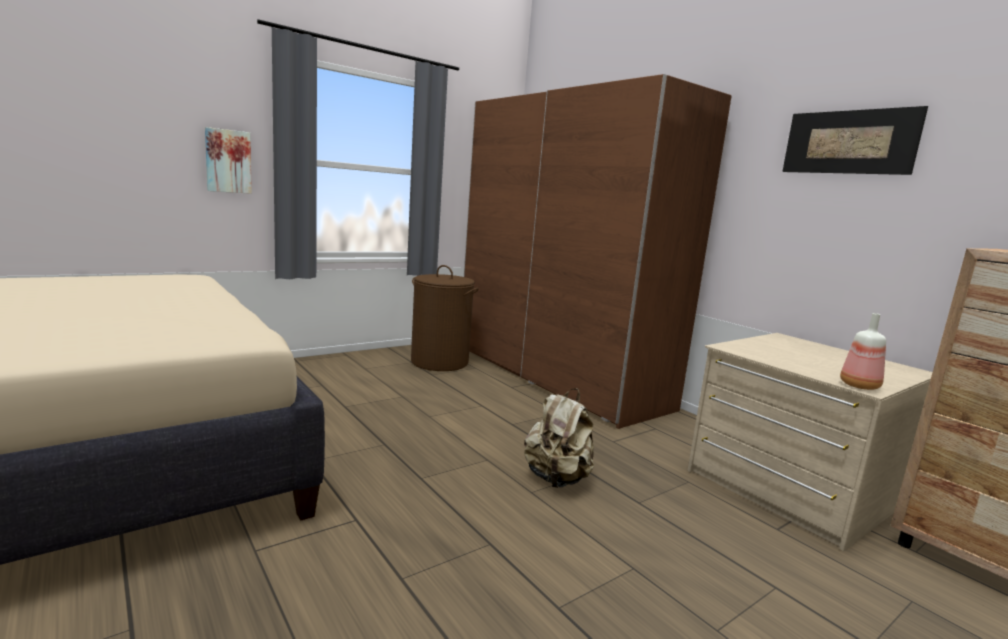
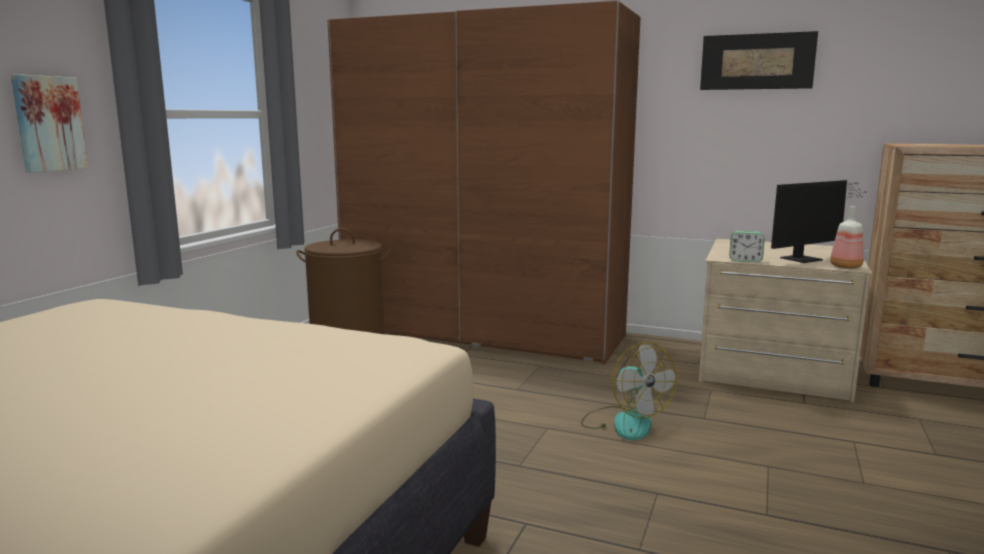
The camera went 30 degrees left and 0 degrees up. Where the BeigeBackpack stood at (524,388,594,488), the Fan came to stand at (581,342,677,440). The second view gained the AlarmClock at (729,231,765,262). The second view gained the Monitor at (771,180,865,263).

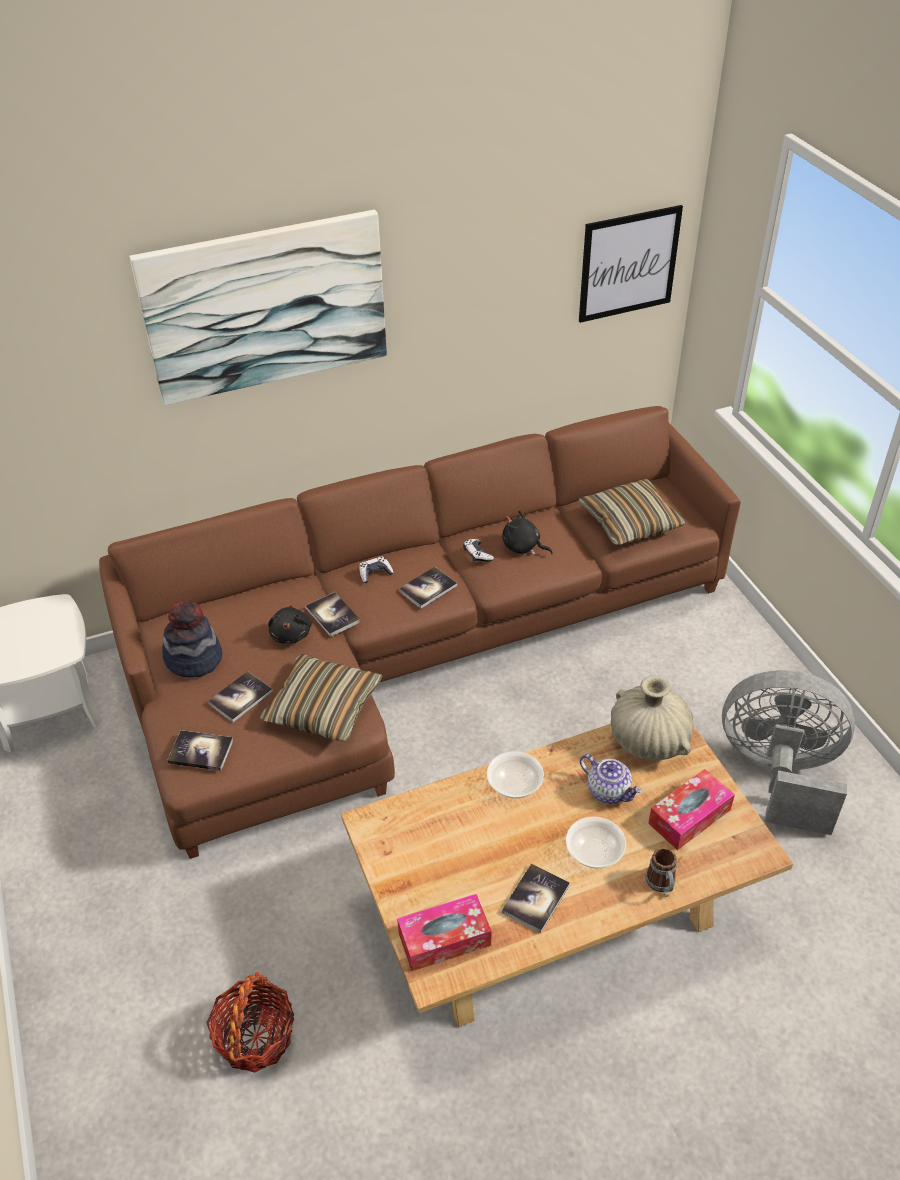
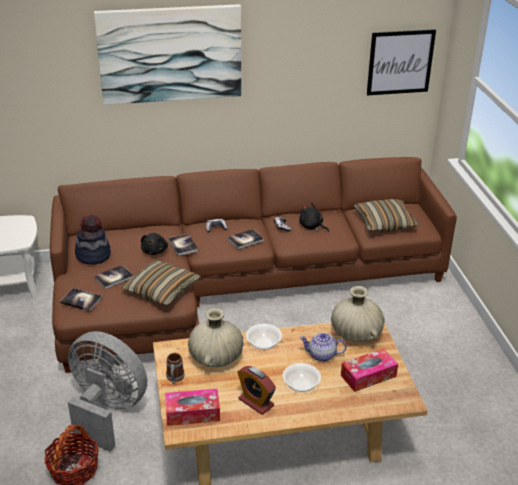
The camera went 10 degrees right and 10 degrees down. The GreyFan ended up elsewhere, having gone from (722,670,855,835) to (68,331,147,452). The Mug ended up elsewhere, having gone from (645,848,677,897) to (166,353,185,384). The second view gained the BeigeVase at (188,308,244,367). Where the Book stood at (502,863,570,934), the AlarmClock came to stand at (237,366,276,415). The Teapot at (580,754,643,804) ended up facing another way, 135 degrees clockwise from before.

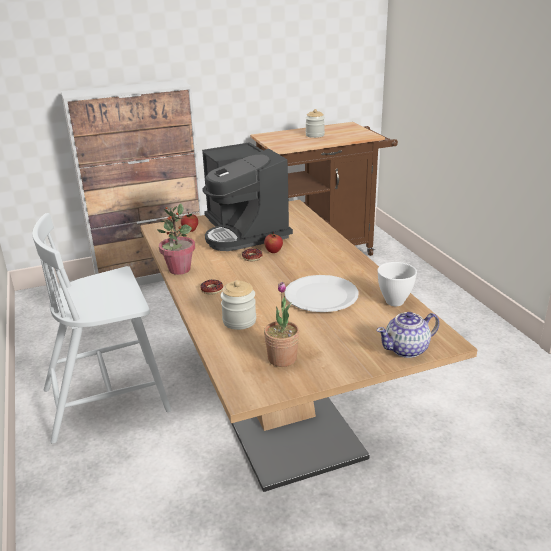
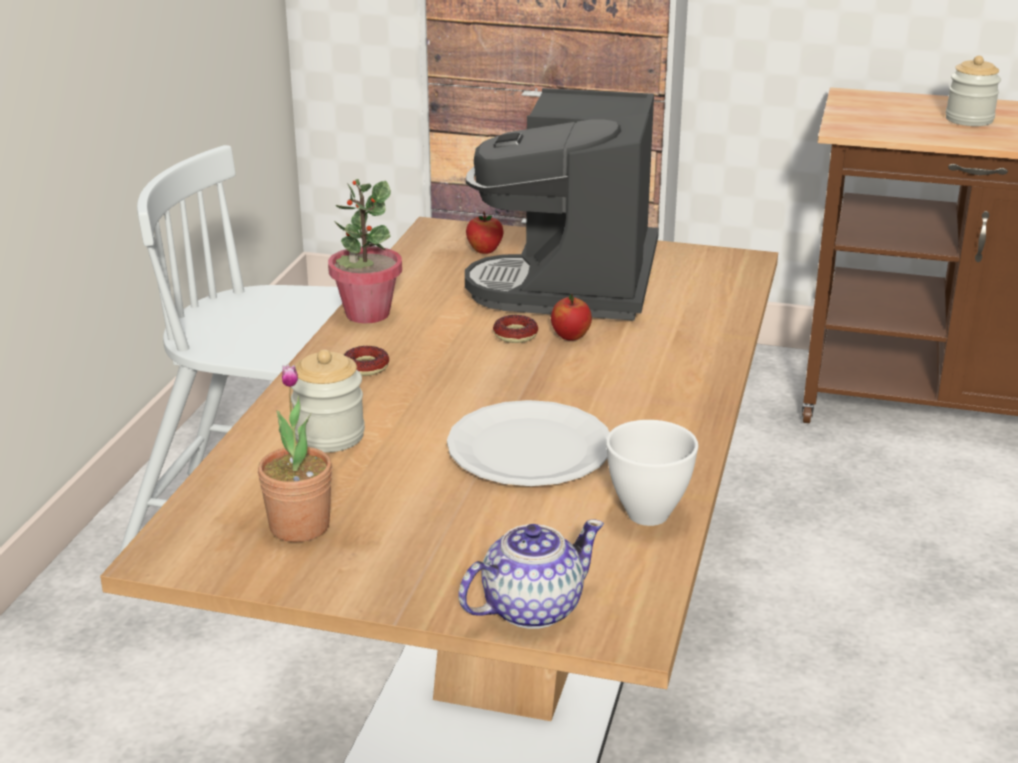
The camera went 35 degrees right and 0 degrees up. The Teapot at (377,312,439,358) ended up facing another way, 135 degrees clockwise from before.

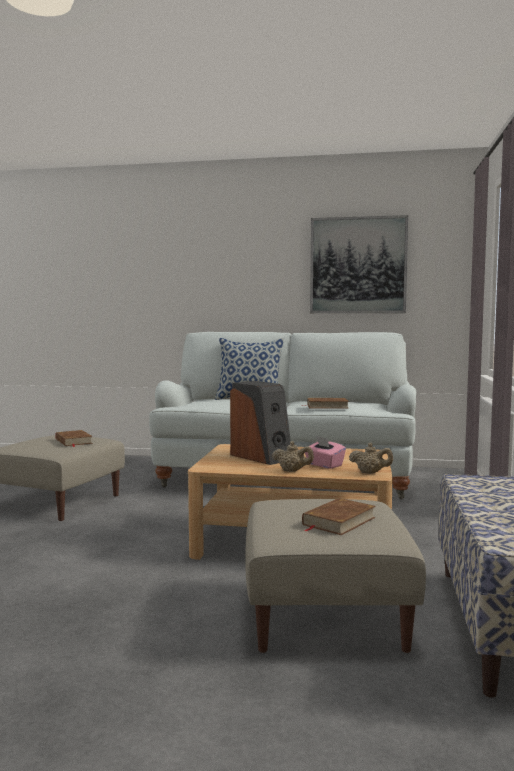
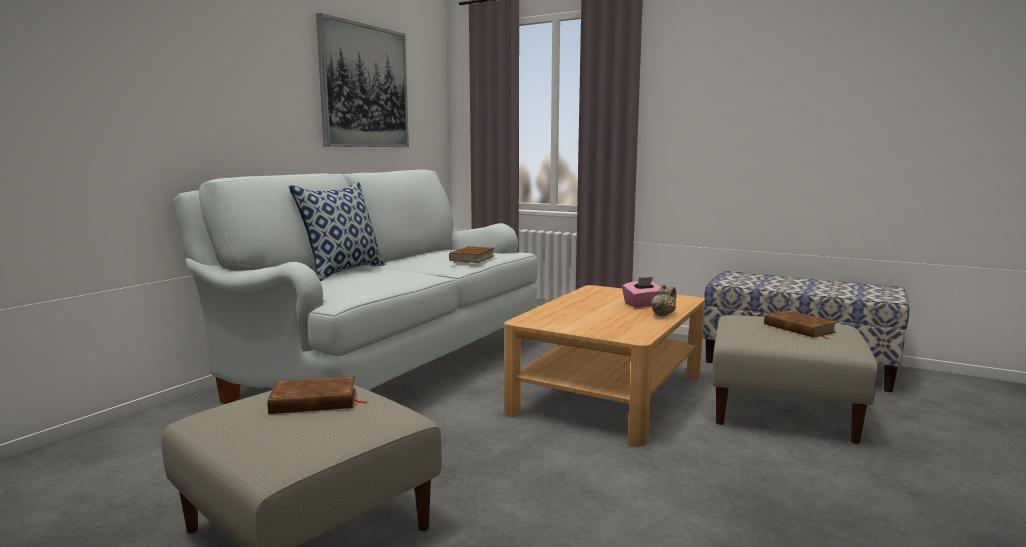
The camera went 70 degrees left and 5 degrees up. The second view lost the Speaker at (230,381,291,465). The second view lost the BeigeTeapot at (349,443,393,474).

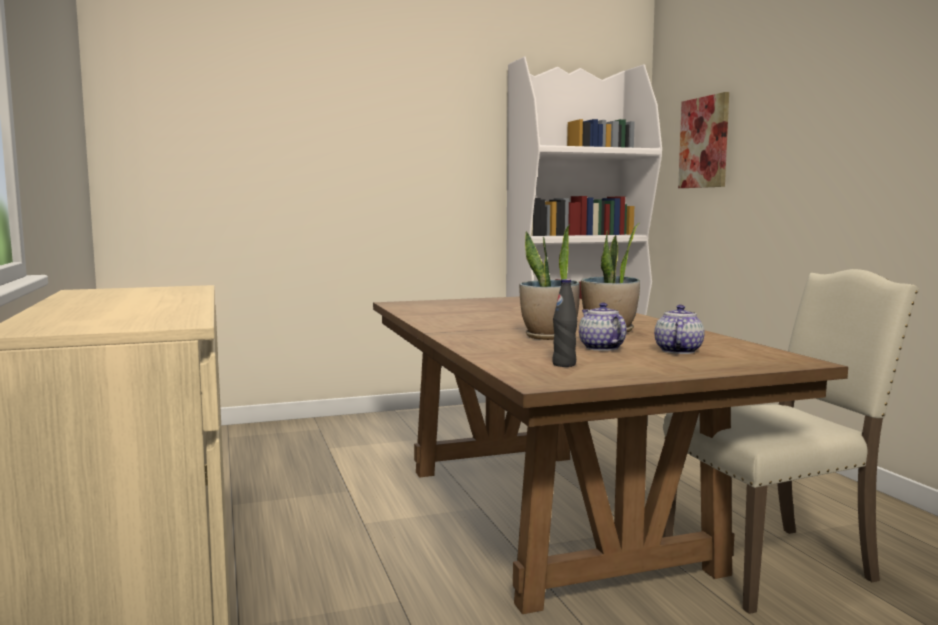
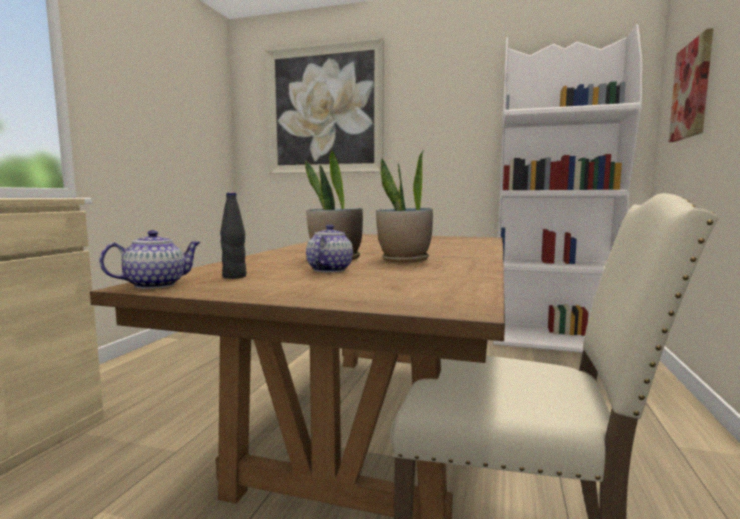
The camera went 35 degrees right and 0 degrees up. The Teapot ended up elsewhere, having gone from (654,305,705,354) to (99,230,201,289). The second view gained the Picture at (265,38,384,174).

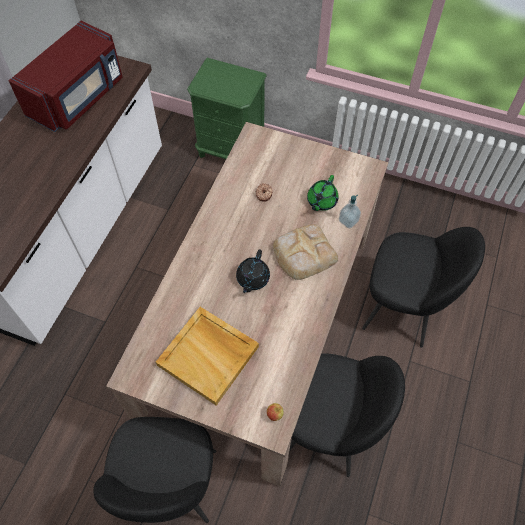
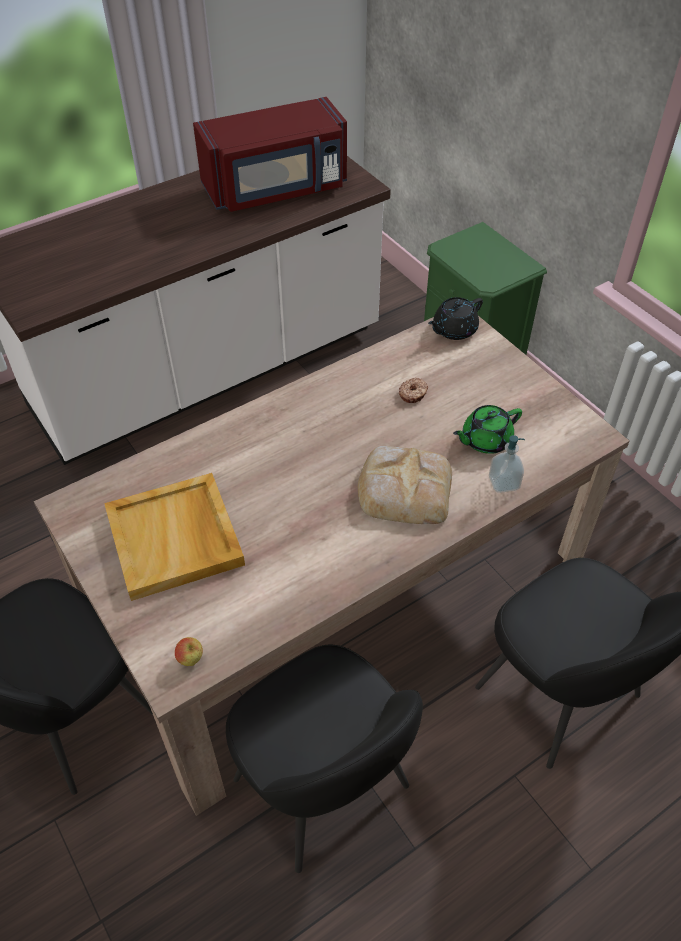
The camera went 35 degrees right and 10 degrees down. The BlackTeapot ended up elsewhere, having gone from (236,250,270,293) to (428,297,483,340).

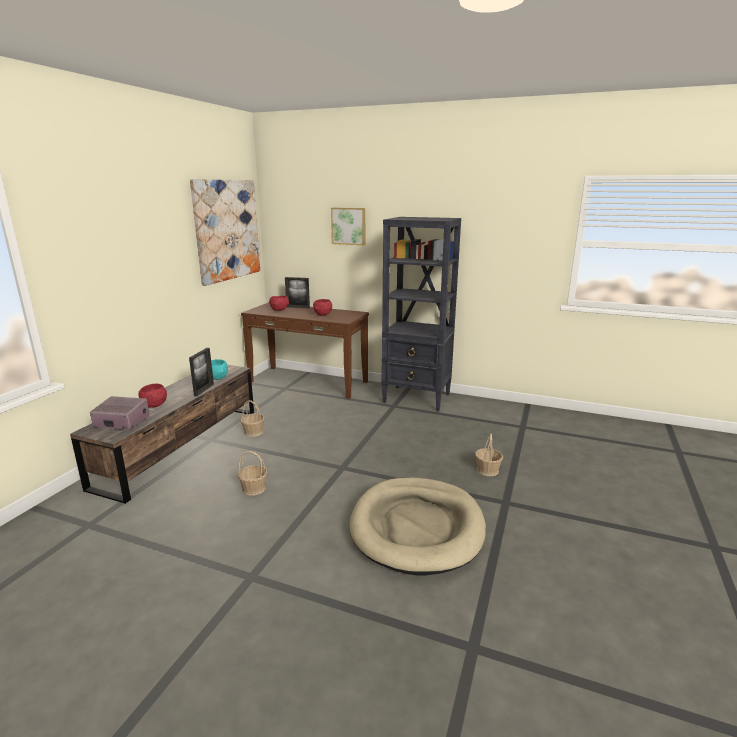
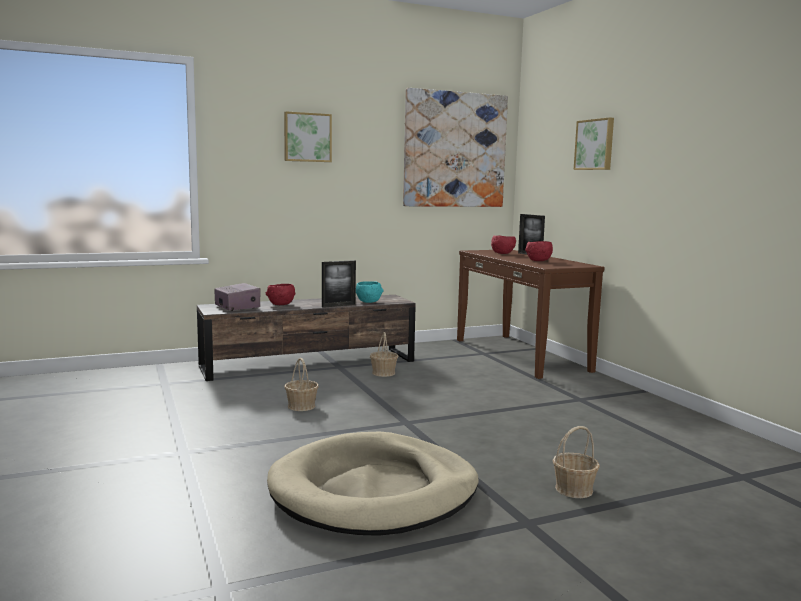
The camera went 45 degrees right and 10 degrees down. The second view gained the Picture at (284,111,332,162). The second view lost the BlackBookcase at (381,217,461,412).

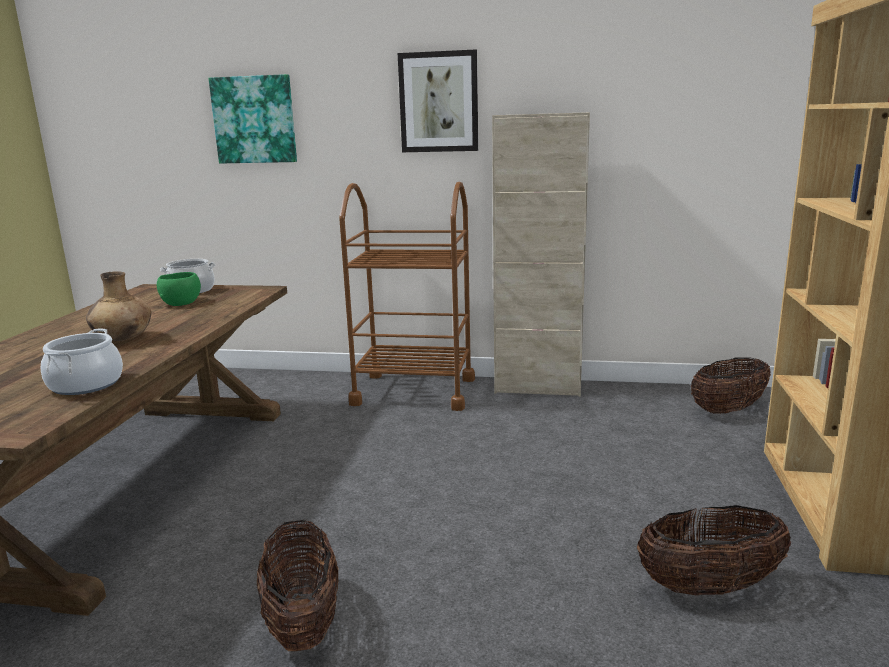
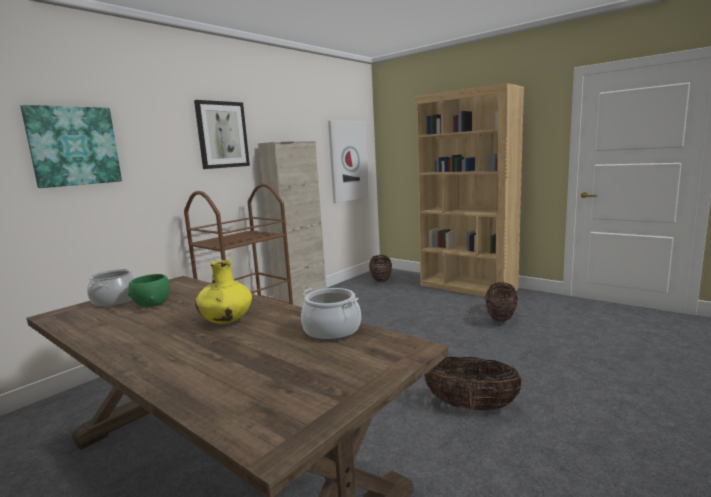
The camera went 60 degrees left and 5 degrees down. What was the BrownVase at (86,272,151,341) turned into the YellowVase at (195,260,252,324). The second view gained the Picture at (328,120,369,203).

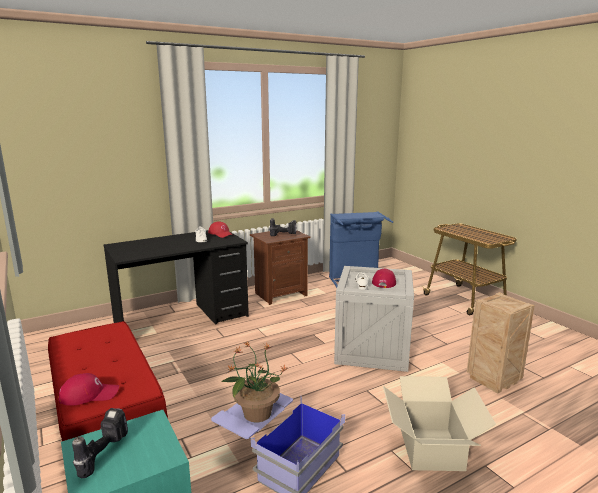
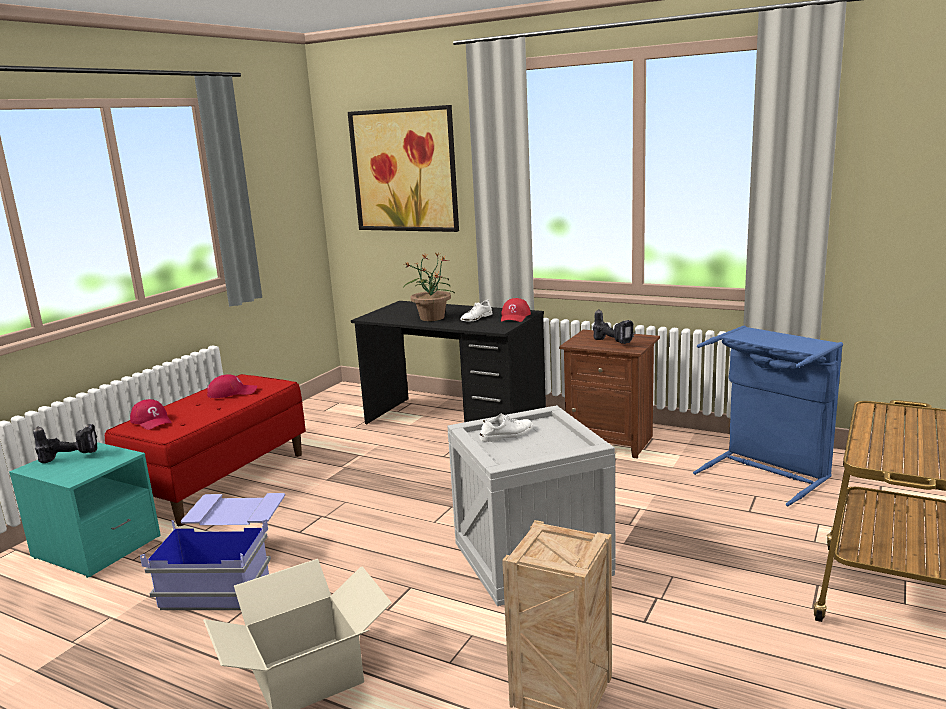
The camera went 60 degrees right and 0 degrees up. The RedCap ended up elsewhere, having gone from (372,269,396,288) to (207,374,257,398). The second view gained the Picture at (348,105,459,232). The PottedPlant ended up elsewhere, having gone from (221,341,288,422) to (403,252,455,321).

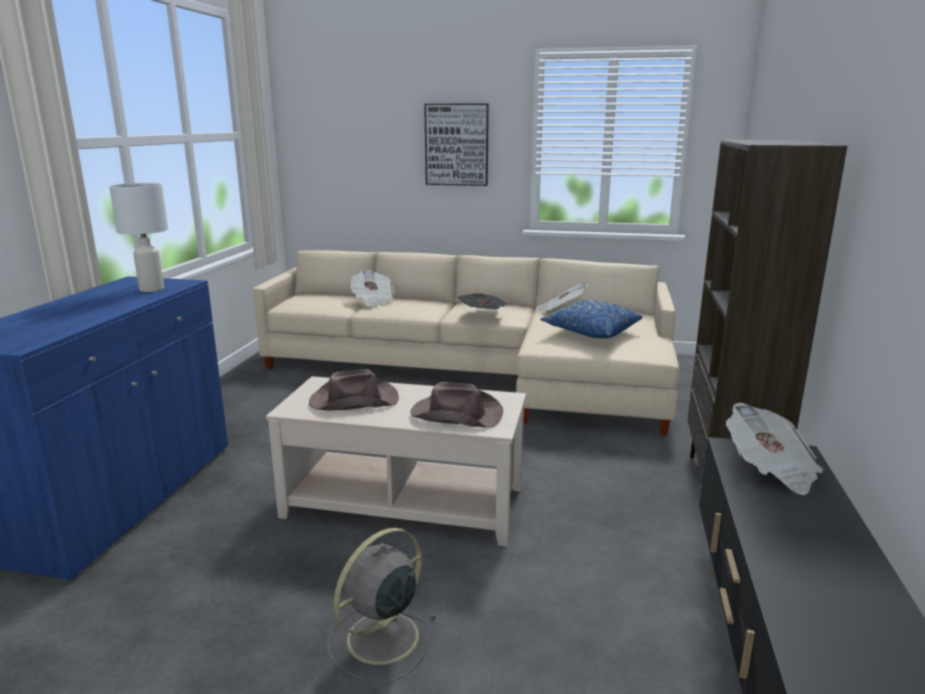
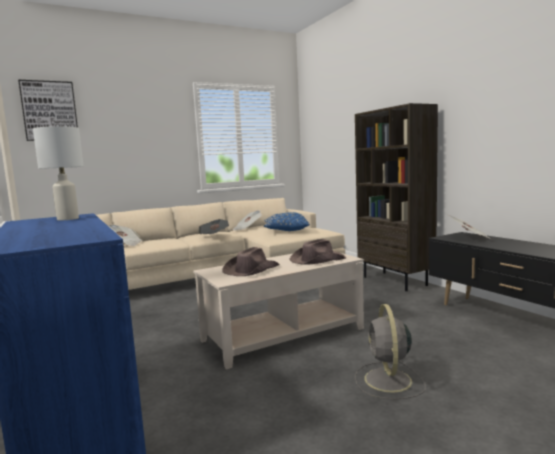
The camera went 40 degrees left and 10 degrees down. The Picture ended up elsewhere, having gone from (424,103,489,186) to (18,80,78,141).

